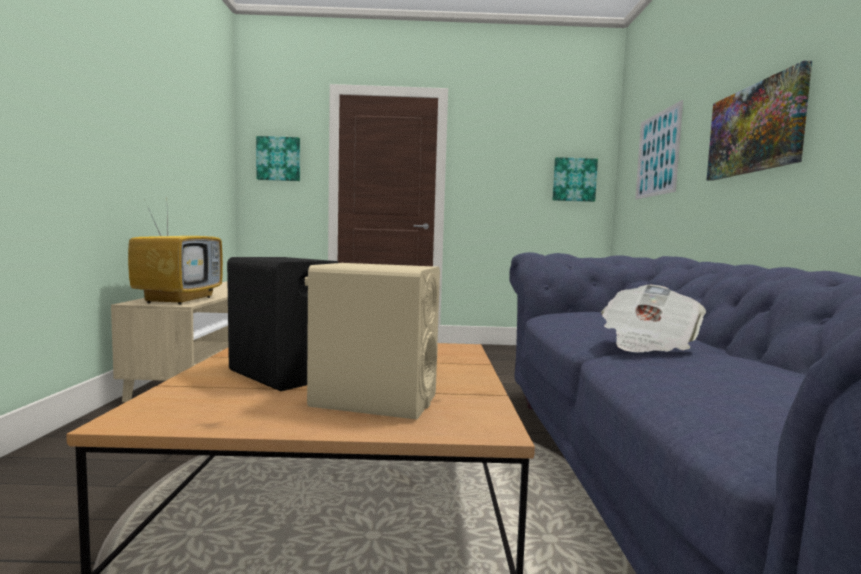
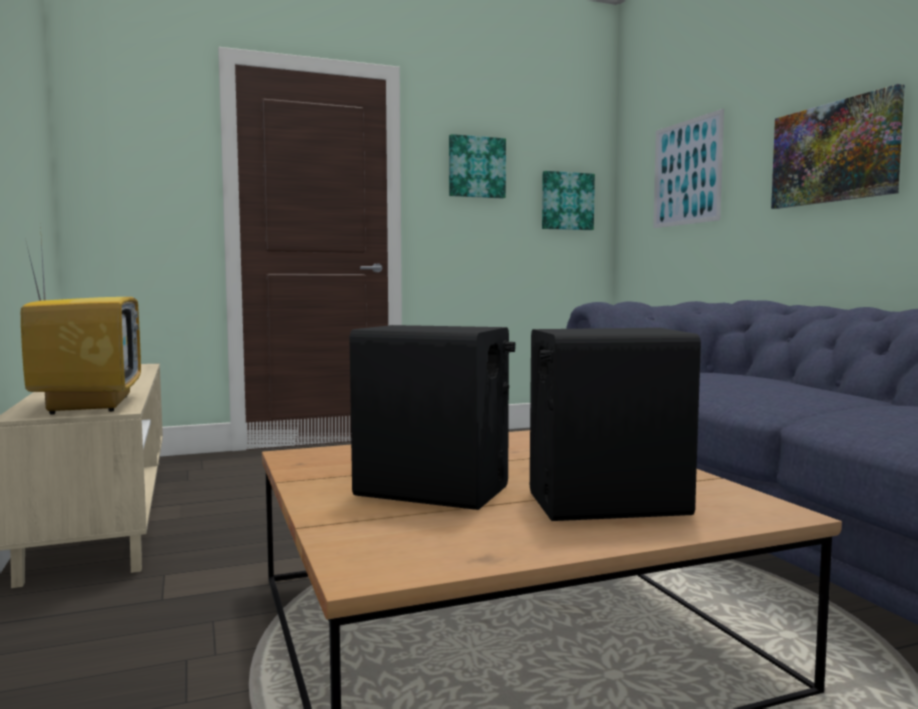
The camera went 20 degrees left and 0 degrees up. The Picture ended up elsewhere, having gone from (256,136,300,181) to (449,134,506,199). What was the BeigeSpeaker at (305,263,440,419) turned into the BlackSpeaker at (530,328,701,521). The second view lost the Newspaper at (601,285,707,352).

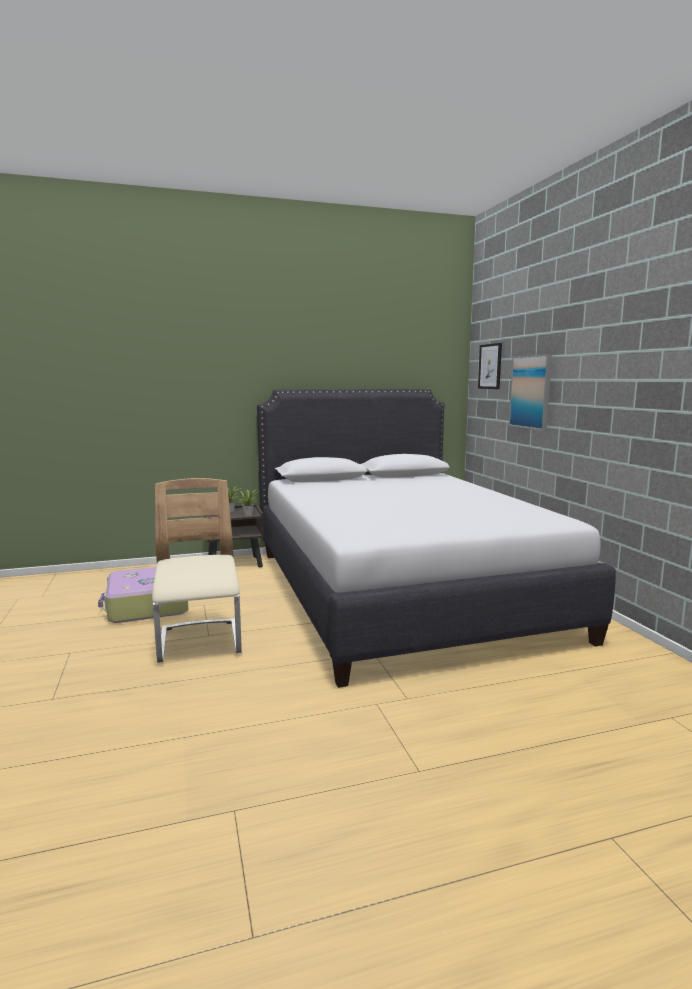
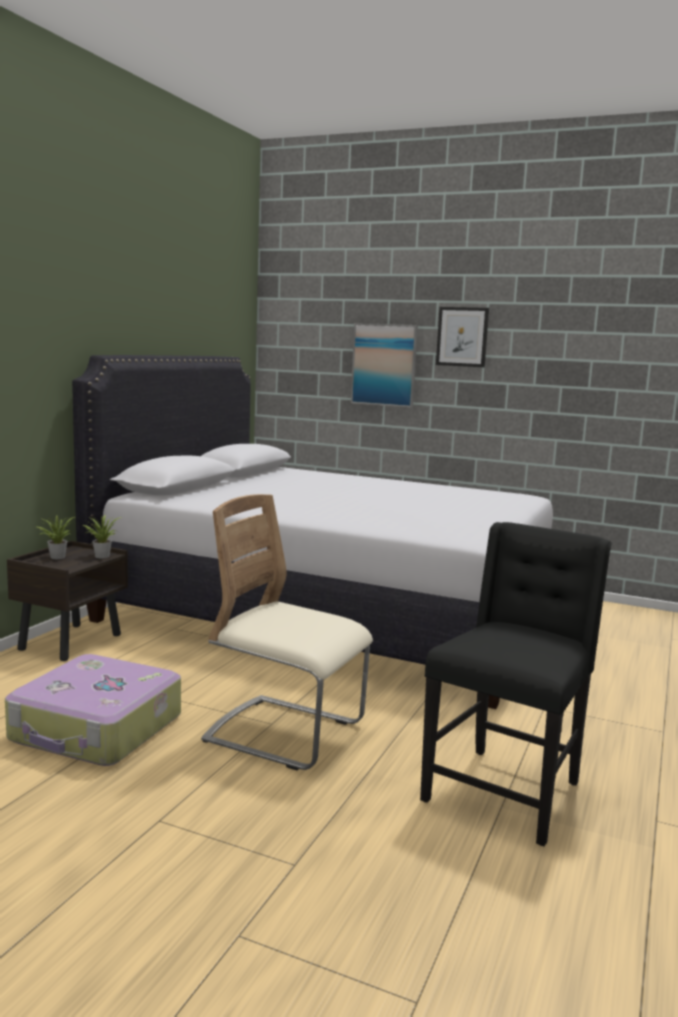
The camera went 50 degrees left and 0 degrees up. The second view gained the BlackChair at (420,522,612,846). The Picture ended up elsewhere, having gone from (478,343,502,389) to (436,307,489,367).

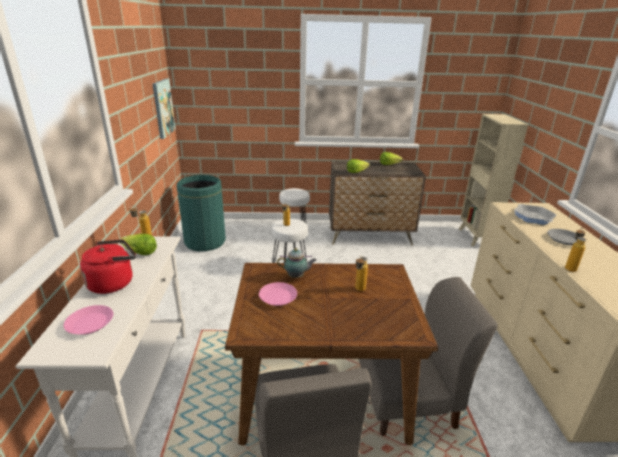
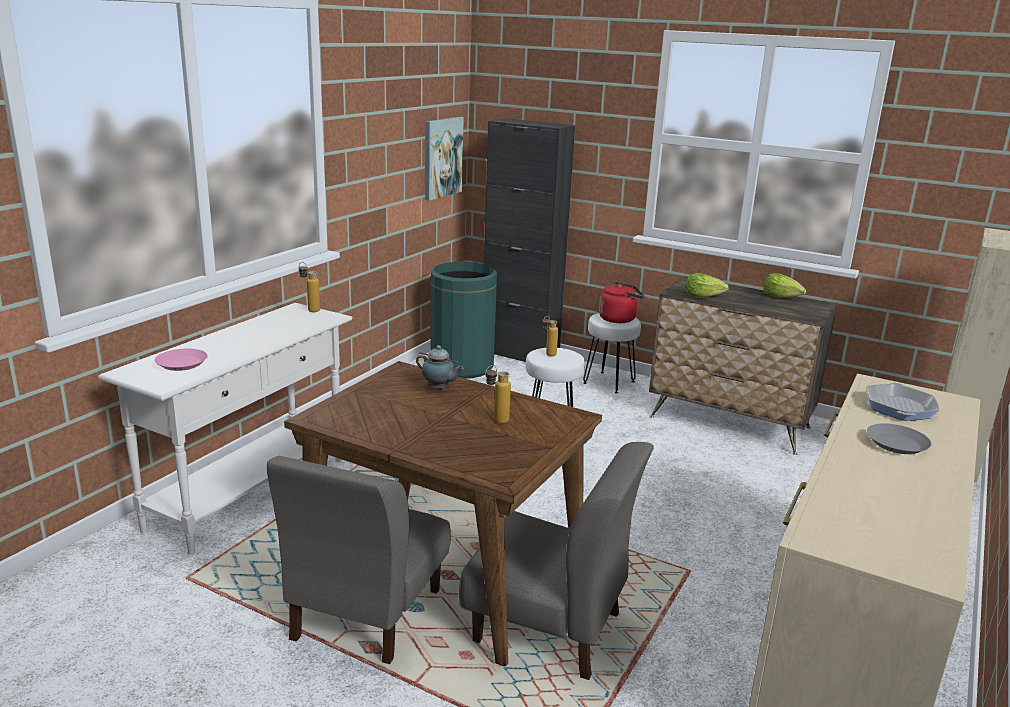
The camera went 30 degrees right and 5 degrees down. The second view gained the BlackCabinet at (484,118,575,362). The RedKettle ended up elsewhere, having gone from (80,239,136,294) to (599,282,644,323). The second view lost the Lettuce at (120,234,157,255). The second view lost the PinkPlate at (259,282,297,306). The second view lost the Bottle at (565,227,587,272).

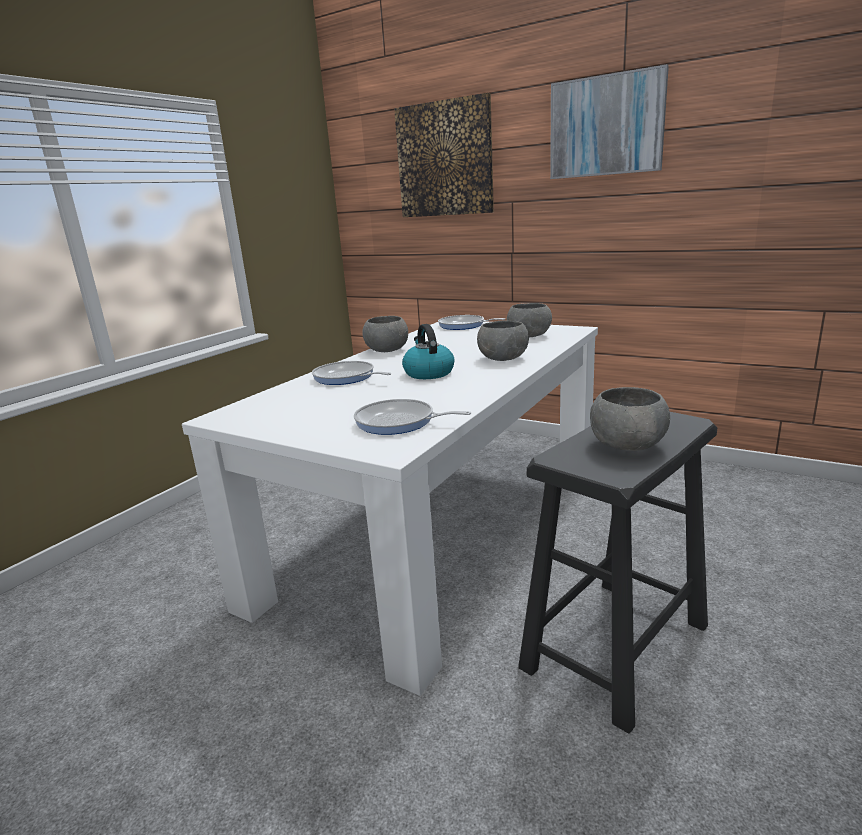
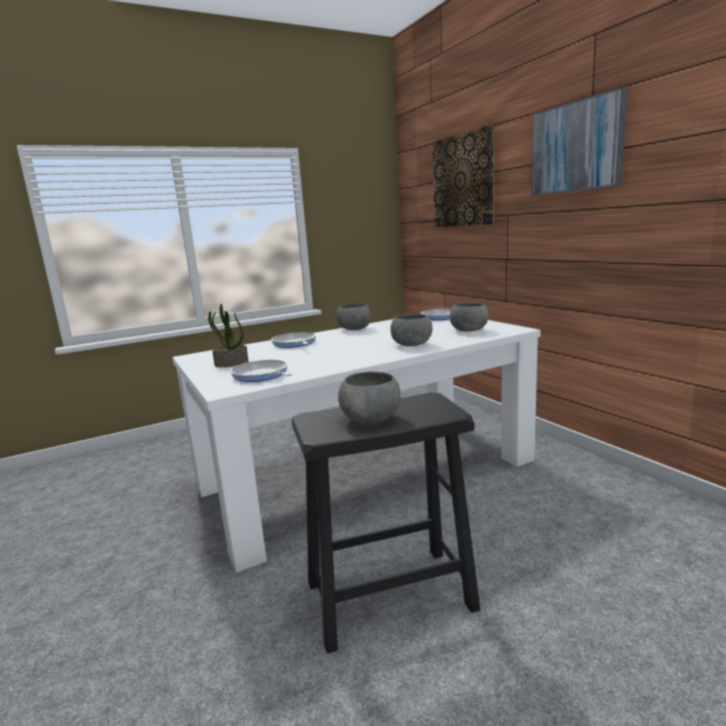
The camera went 30 degrees right and 5 degrees down. The second view gained the PottedPlant at (208,304,249,367). The second view lost the Kettle at (402,324,455,379).

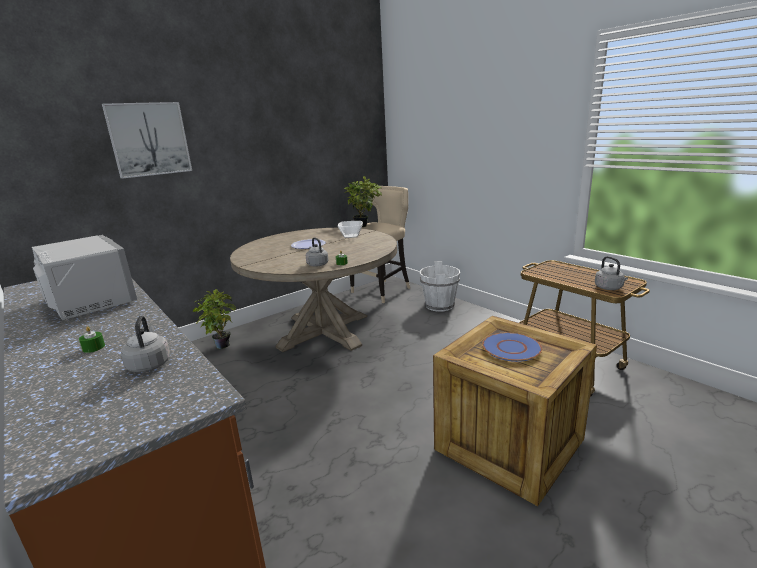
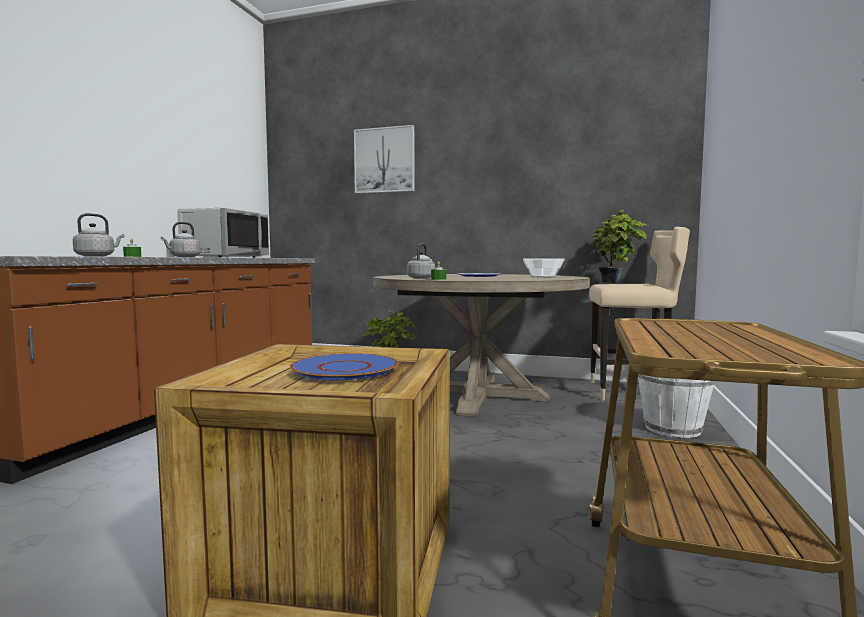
The camera went 55 degrees right and 15 degrees down. The GreyKettle ended up elsewhere, having gone from (595,256,628,290) to (161,222,201,257).

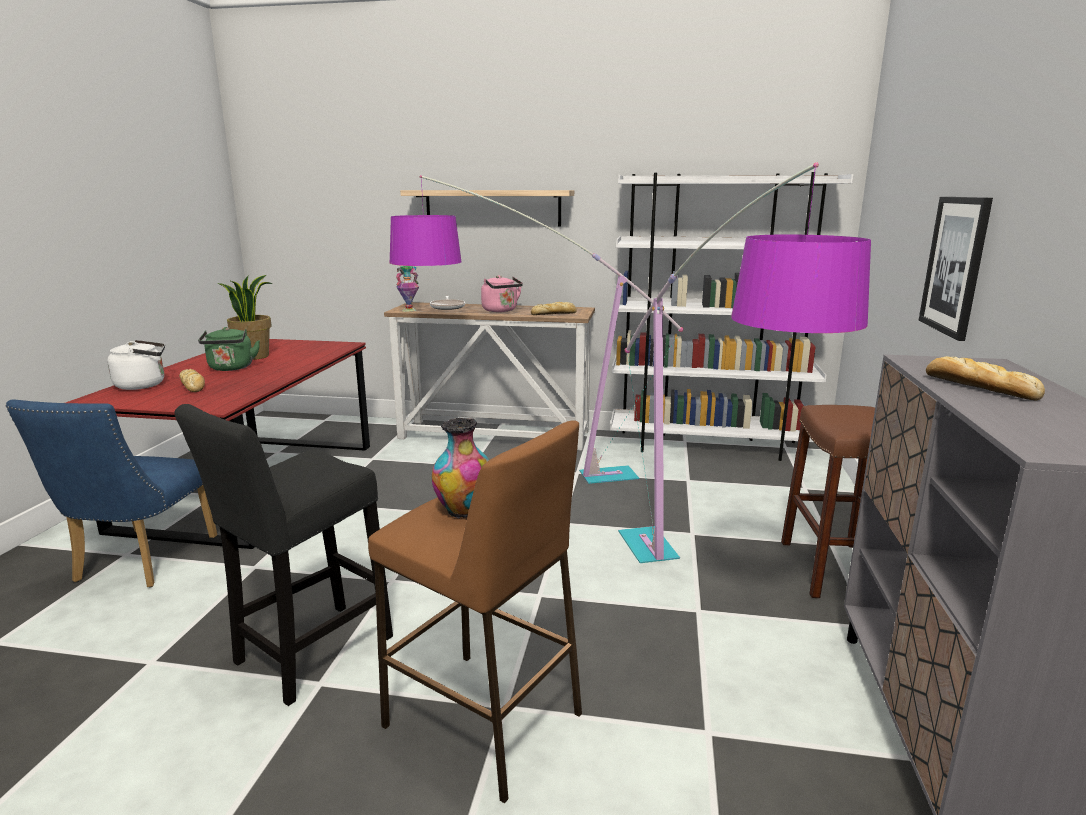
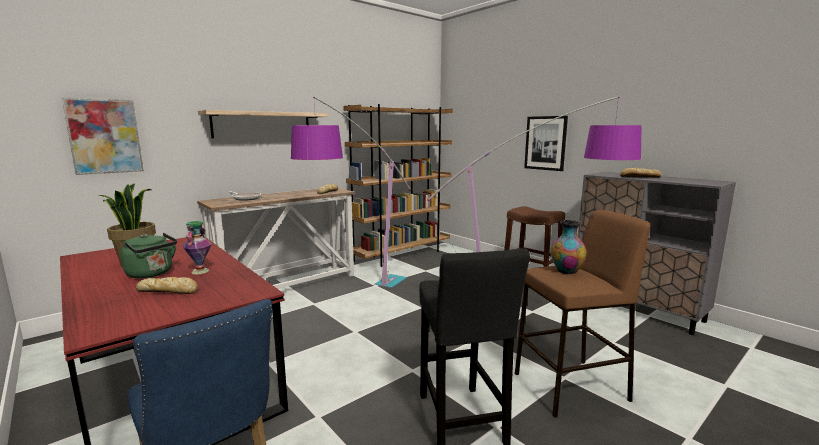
The camera went 50 degrees left and 5 degrees down. The second view gained the Picture at (62,97,144,175). The Vase ended up elsewhere, having gone from (396,266,419,312) to (183,221,212,275). What was the WhiteBookcase at (610,172,854,461) turned into the BrownBookcase at (343,104,453,267). The second view lost the WhiteKettle at (107,340,165,390). The second view lost the PinkKettle at (481,275,523,312).

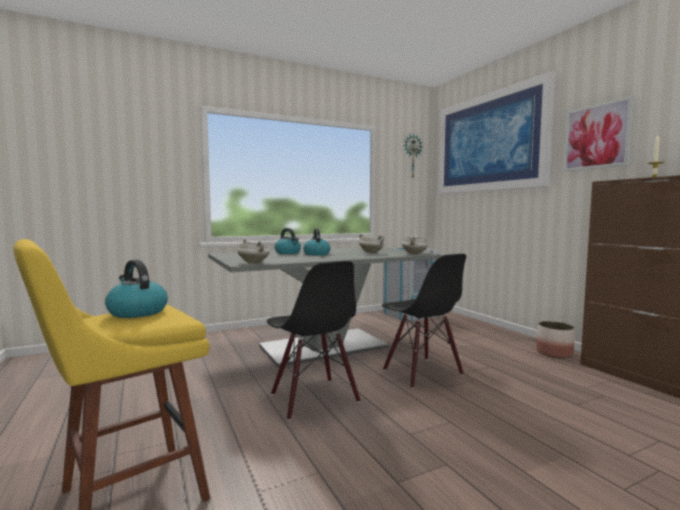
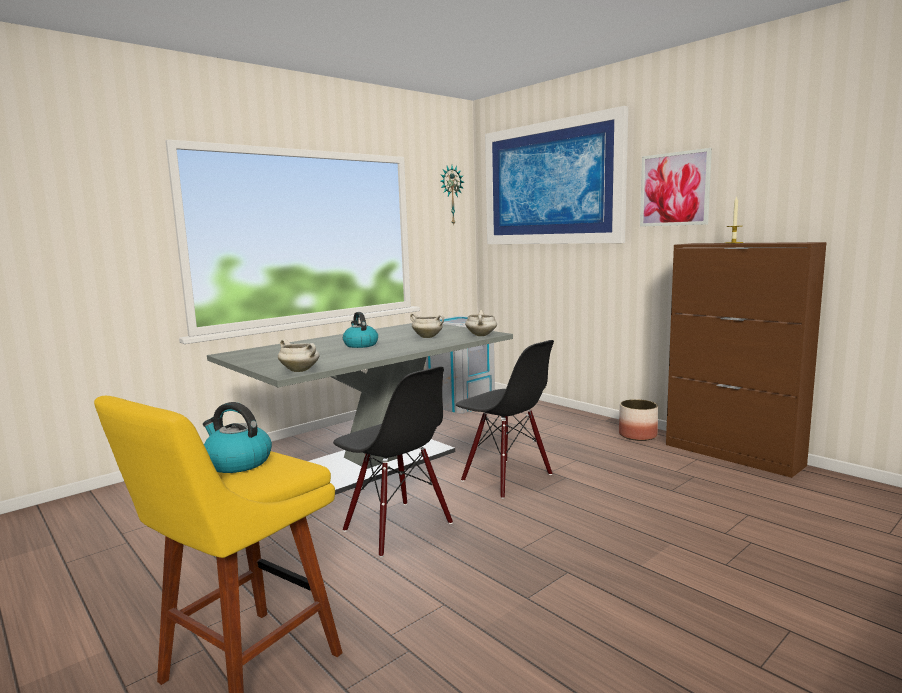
The camera went 15 degrees left and 5 degrees up. The second view lost the Kettle at (275,228,301,254).

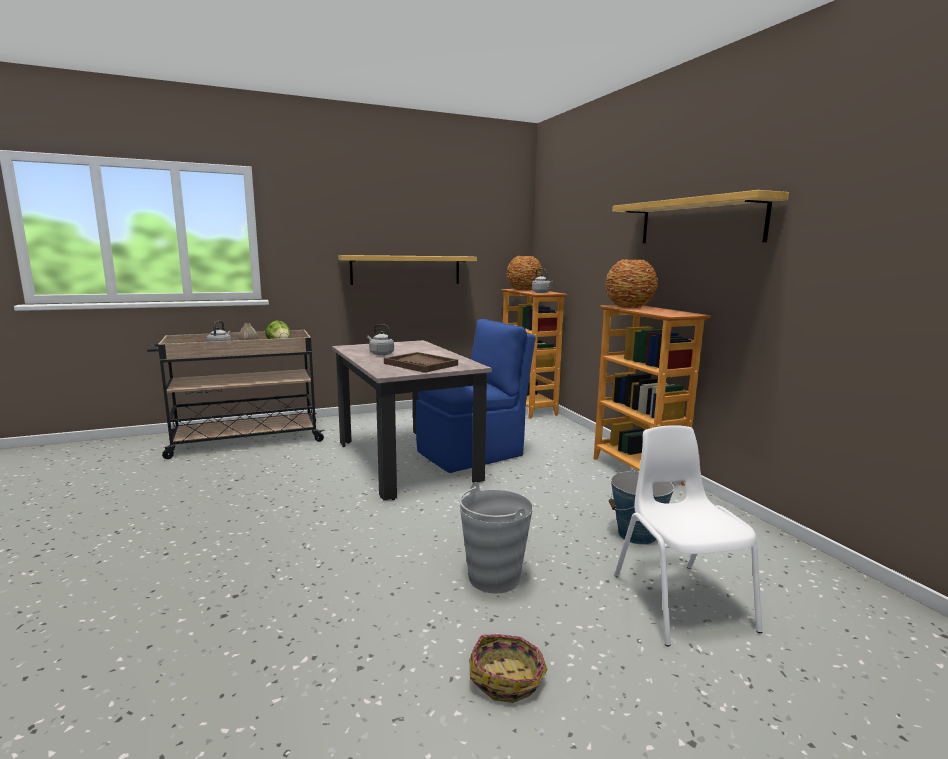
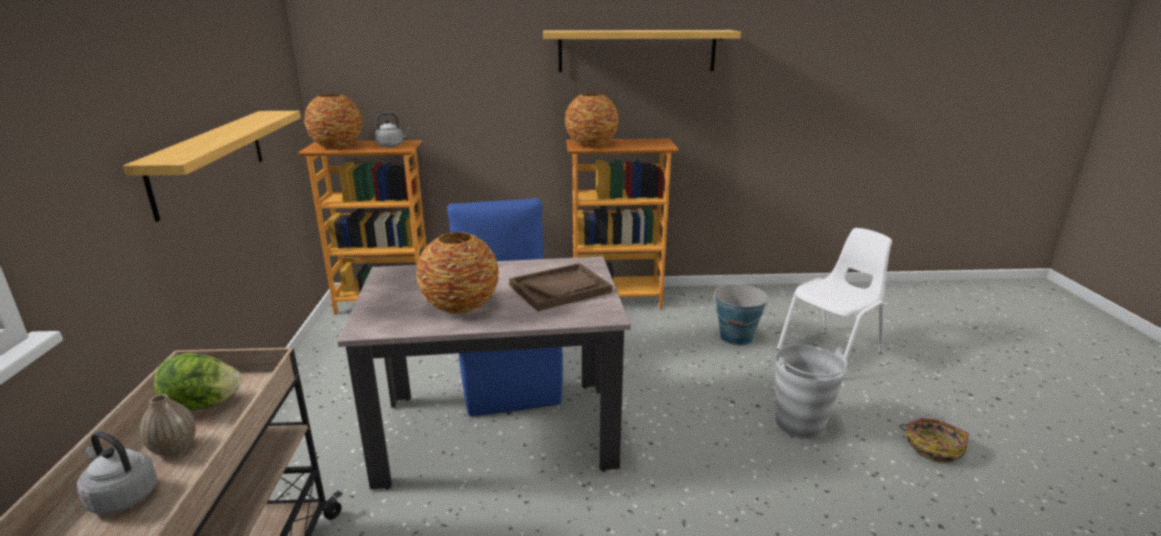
The camera went 70 degrees left and 10 degrees up. Where the GreyKettle stood at (367,324,394,355), the Vase came to stand at (416,232,499,314). The WhiteChair at (614,425,763,647) ended up facing another way, 135 degrees clockwise from before.

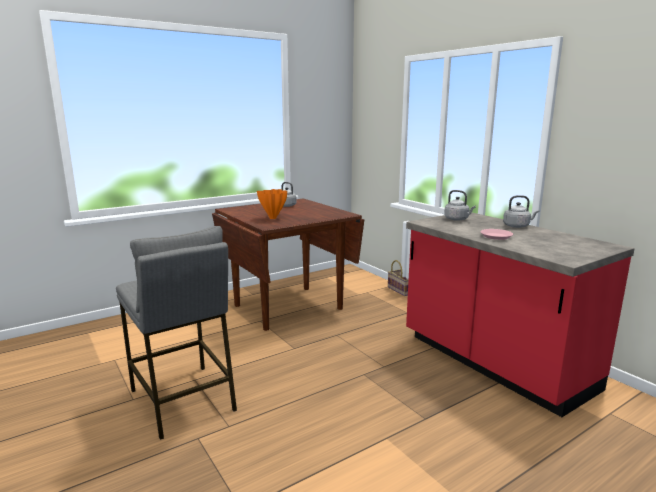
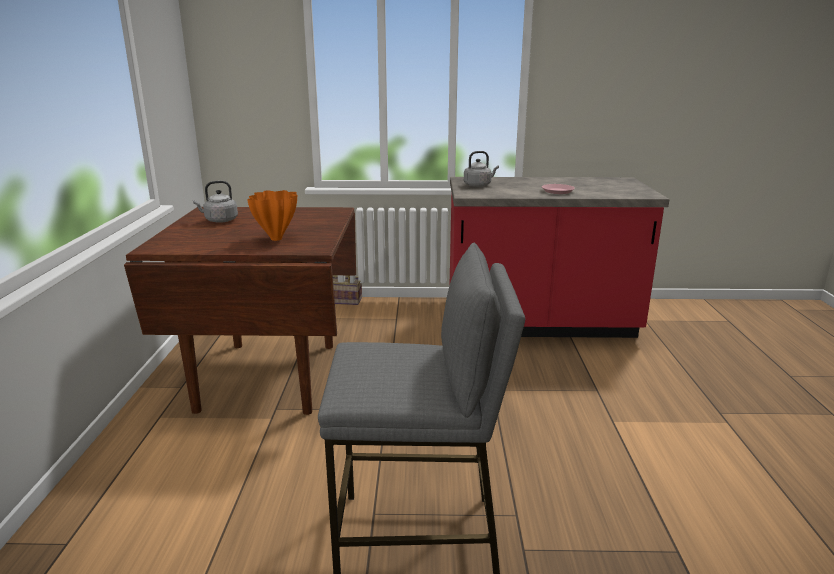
The camera went 55 degrees left and 5 degrees up. The second view lost the GreyKettle at (503,195,539,228).

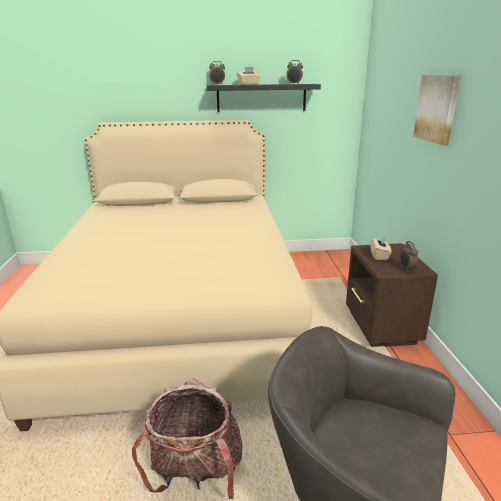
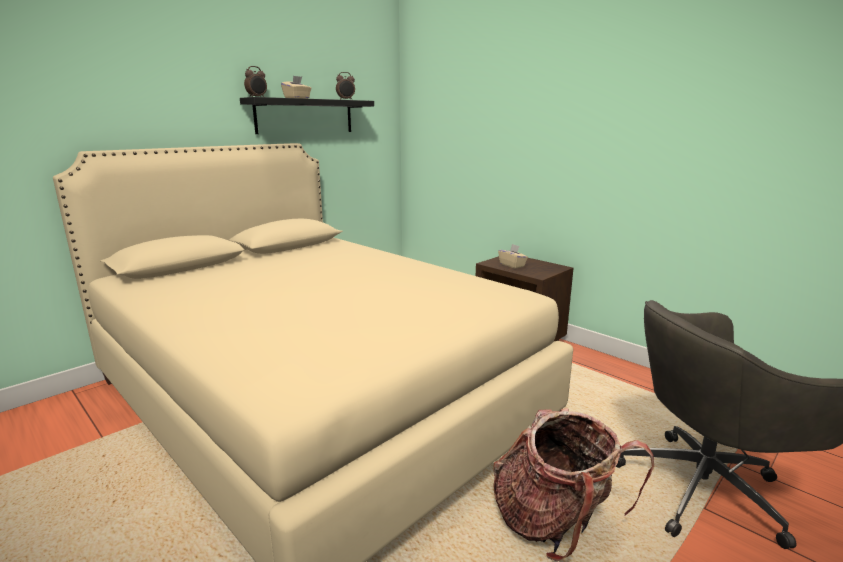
The camera went 40 degrees left and 5 degrees down. The second view lost the AlarmClock at (400,241,418,272). The second view lost the Picture at (413,75,461,145).

